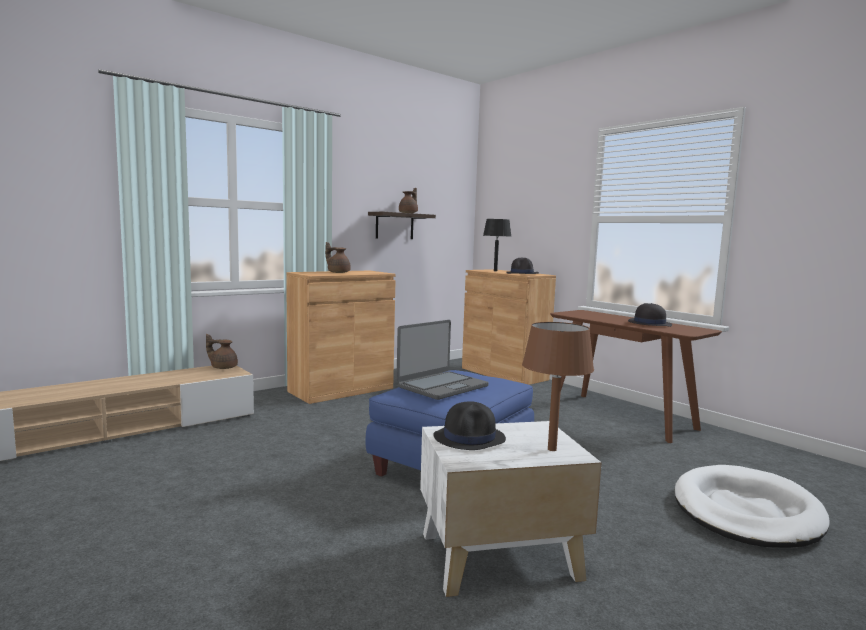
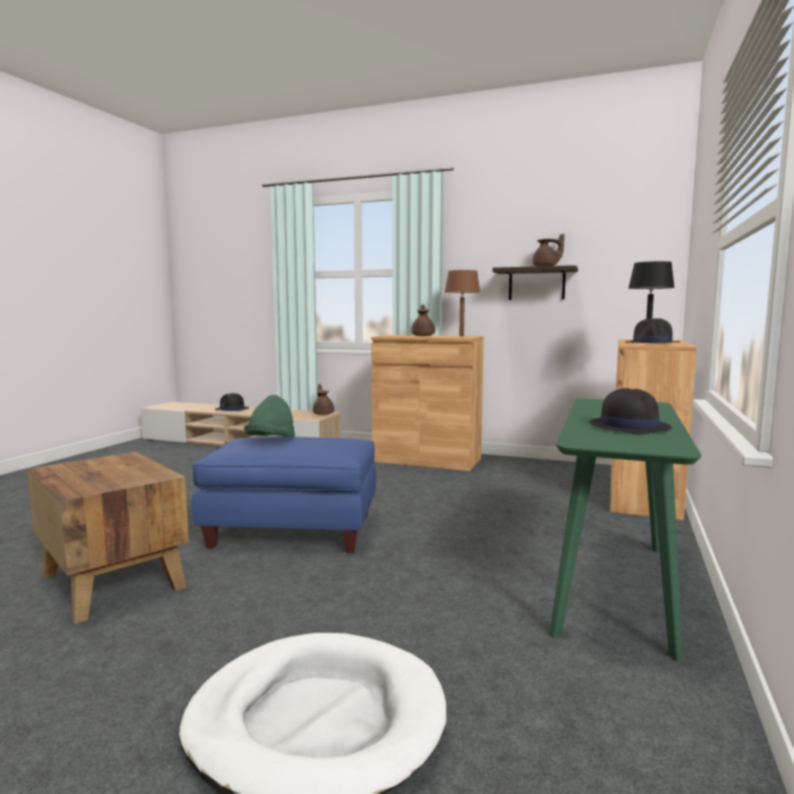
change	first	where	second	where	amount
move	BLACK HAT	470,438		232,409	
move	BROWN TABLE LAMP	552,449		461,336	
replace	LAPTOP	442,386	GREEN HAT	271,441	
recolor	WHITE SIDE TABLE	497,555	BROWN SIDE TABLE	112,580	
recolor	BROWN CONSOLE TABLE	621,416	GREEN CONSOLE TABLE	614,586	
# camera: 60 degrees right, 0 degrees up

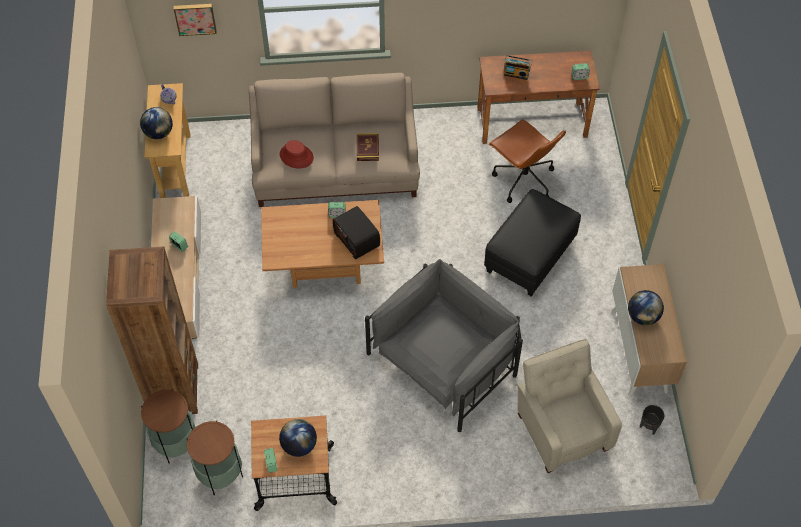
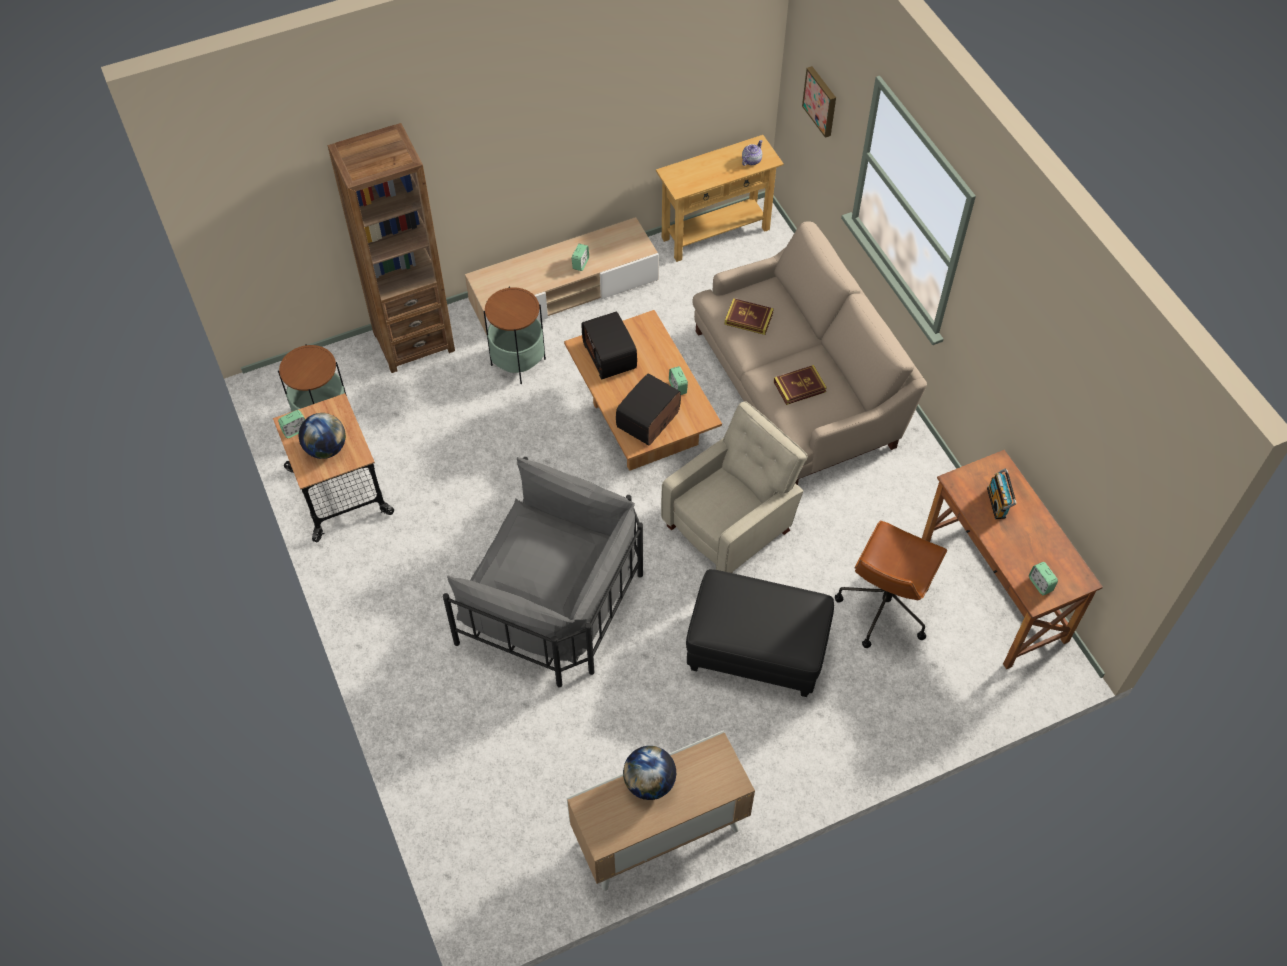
change	first	where	second	where	amount
delete	GLOBE	159,133			
delete	BLACK PLANTER	649,427			
insert			RADIO	611,356	
move	SIDE TABLE	176,442		518,362	
move	BEIGE ARMCHAIR	561,428		732,526	
replace	RED HAT	296,156	BOOK	748,318	
# camera: 70 degrees right, 0 degrees up

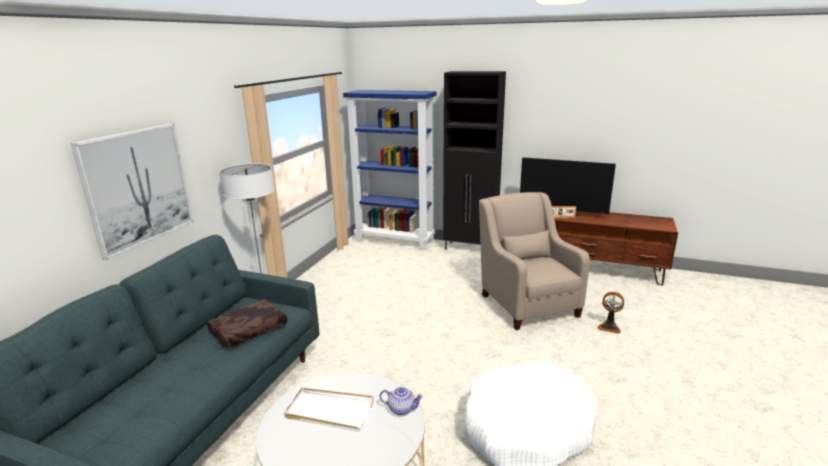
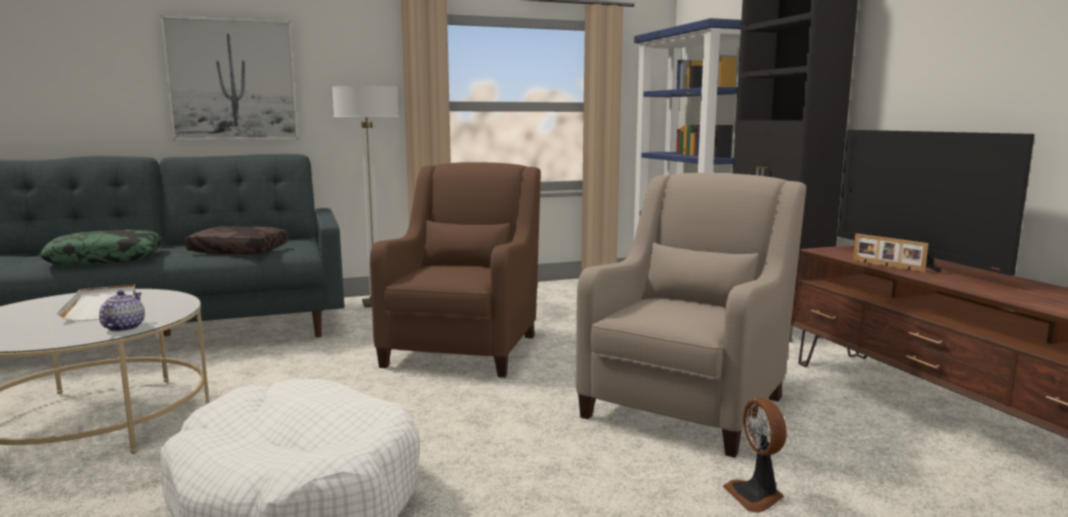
change	first	where	second	where	amount
insert			PILLOW	106,259	
insert			BROWN ARMCHAIR	464,348	
rotate	TEAPOT	402,409		123,328	150 degrees counterclockwise
# camera: 50 degrees right, 10 degrees down

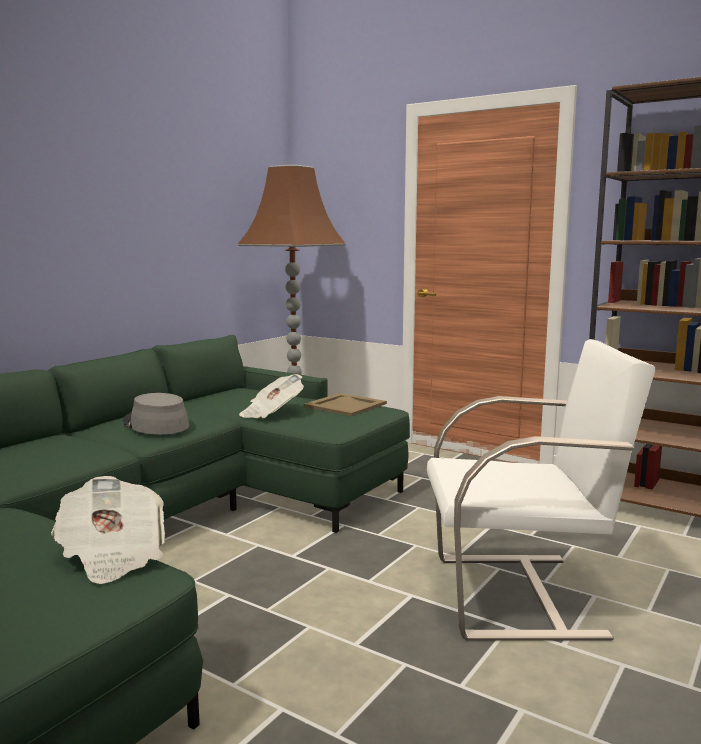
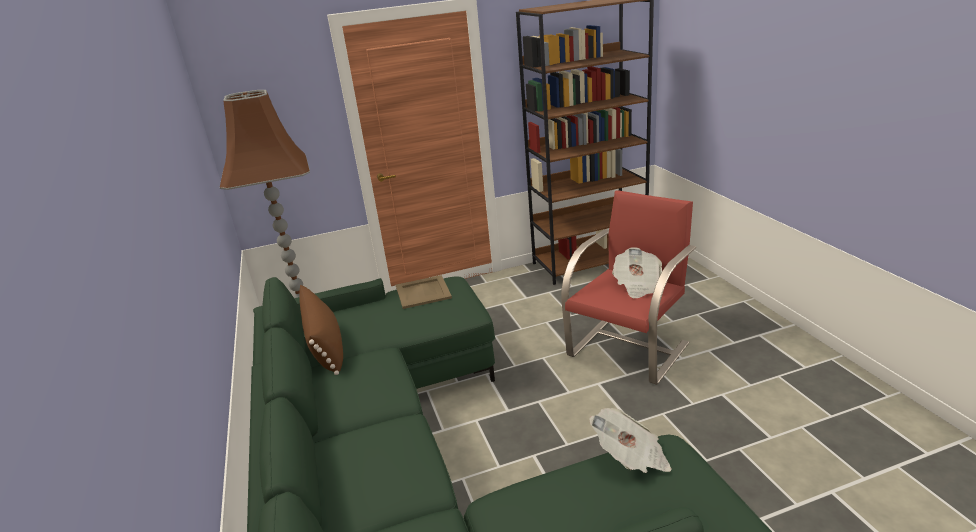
change	first	where	second	where	amount
delete	GREY HAT	155,424			
insert			BROWN PILLOW	326,346	
move	NEWSPAPER	272,413		637,285	
recolor	WHITE ARMCHAIR	519,595	RED ARMCHAIR	628,349	
# camera: 50 degrees left, 15 degrees up

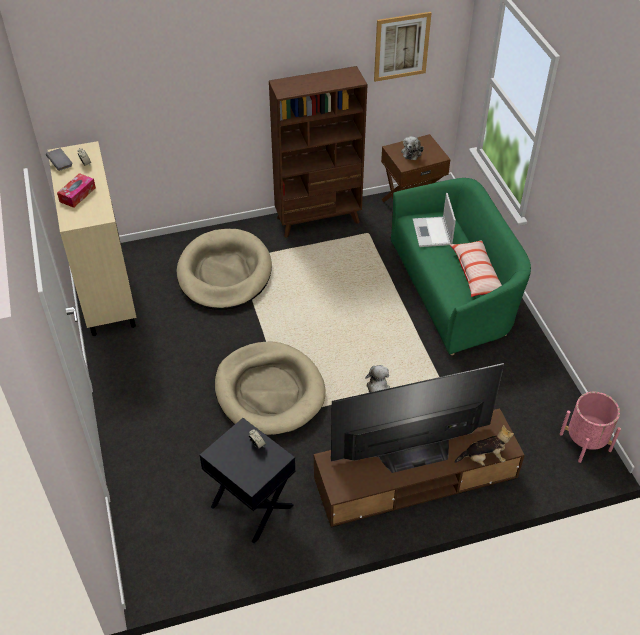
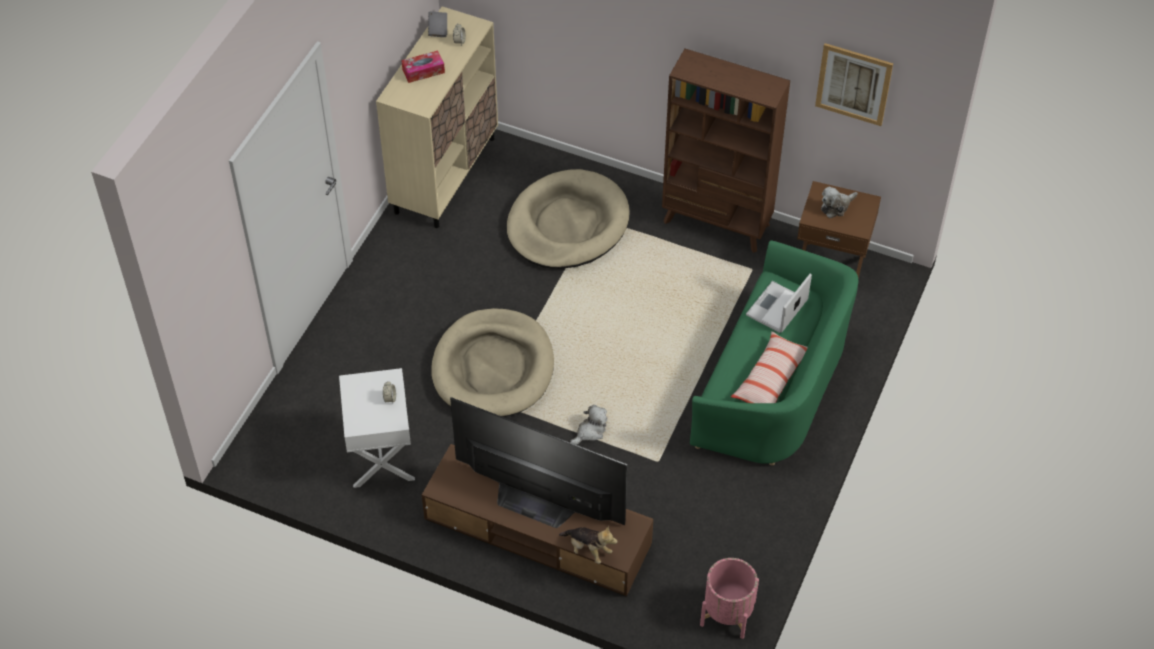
change	first	where	second	where	amount
recolor	BLACK SIDE TABLE	251,506	WHITE SIDE TABLE	380,457	
# camera: 40 degrees right, 5 degrees up

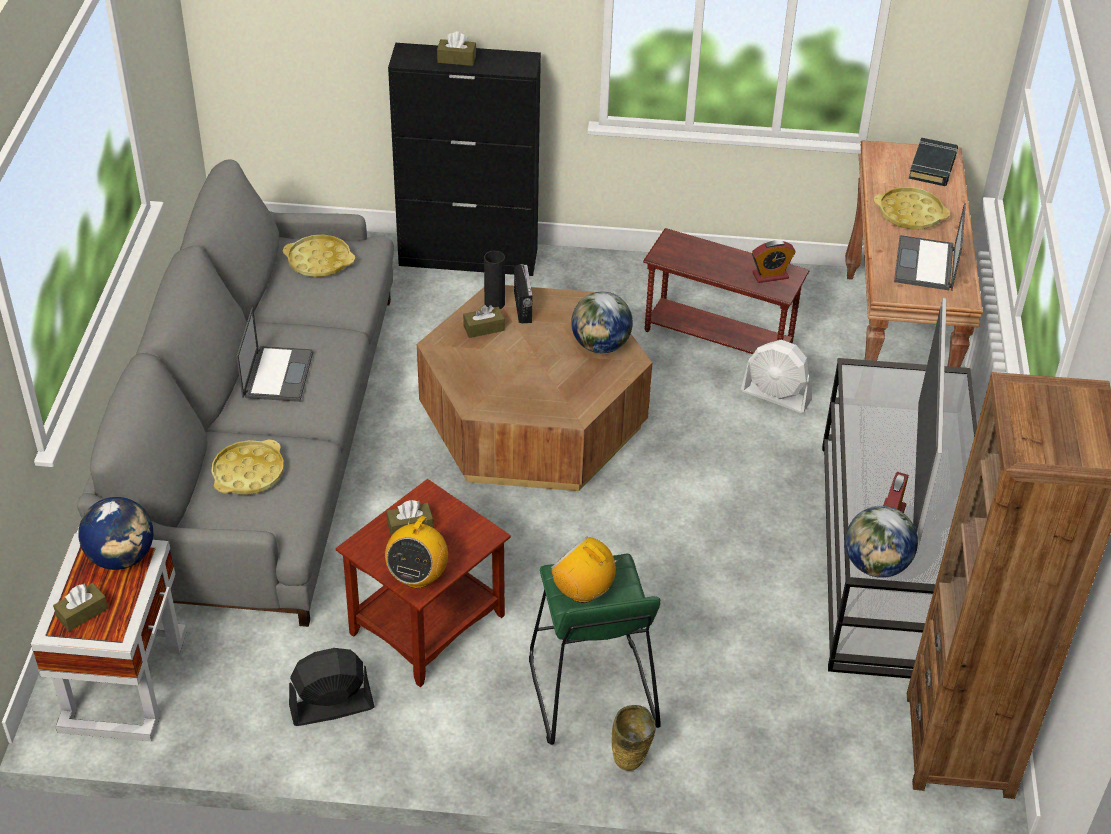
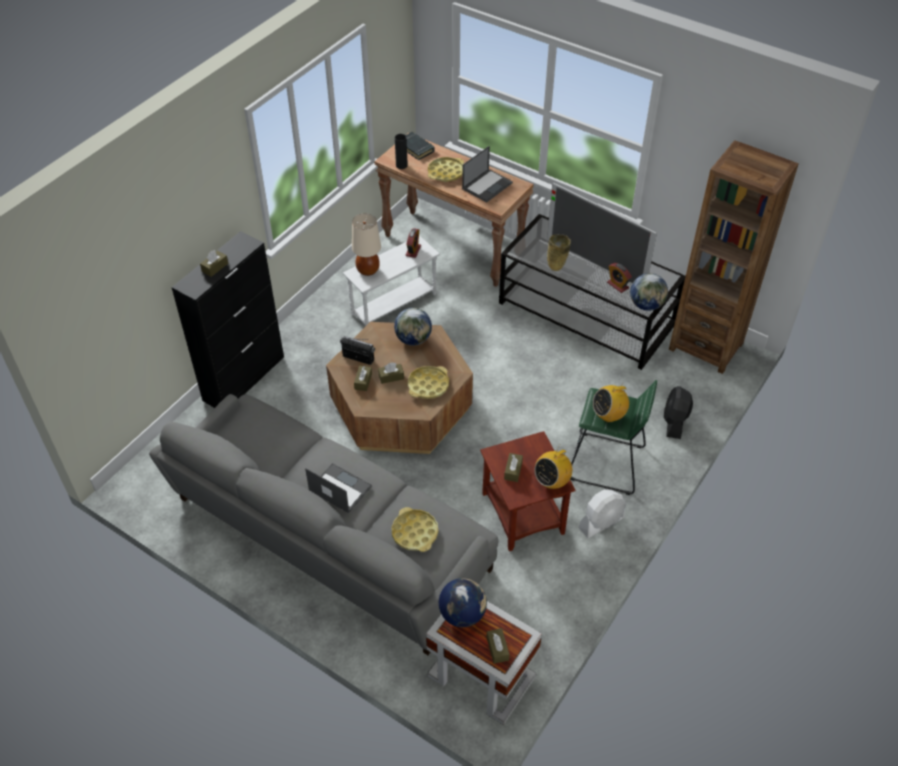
change	first	where	second	where	amount
insert			BEIGE TABLE LAMP	368,270	
insert			BROWN TISSUE BOX	391,377	
move	YELLOW TRAY	319,261		428,385	
move	BLACK FAN	331,707		674,422	
move	BLACK VASE	494,303		401,165	
move	BEIGE VASE	630,764		557,267	
move	WHITE FAN	776,396		601,522	
recolor	BROWN SIDE TABLE	718,337	WHITE SIDE TABLE	393,304	
rotate	RADIO	417,576		552,481	90 degrees clockwise
rotate	LAPTOP	925,264		487,185	90 degrees counterclockwise
# camera: 60 degrees left, 5 degrees up

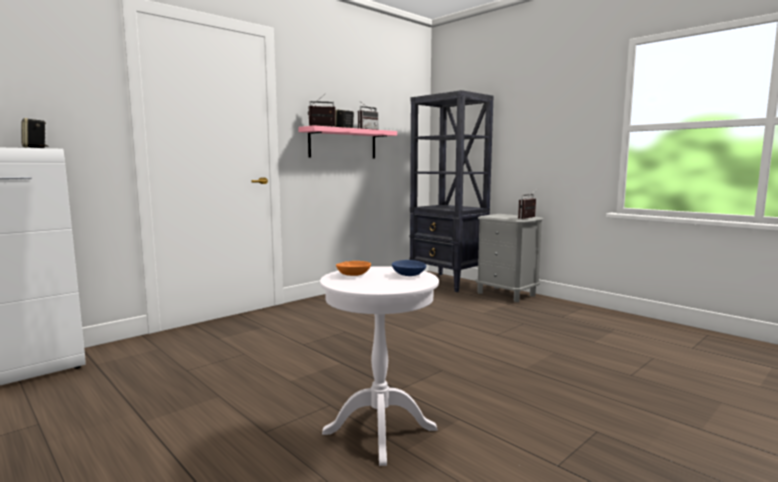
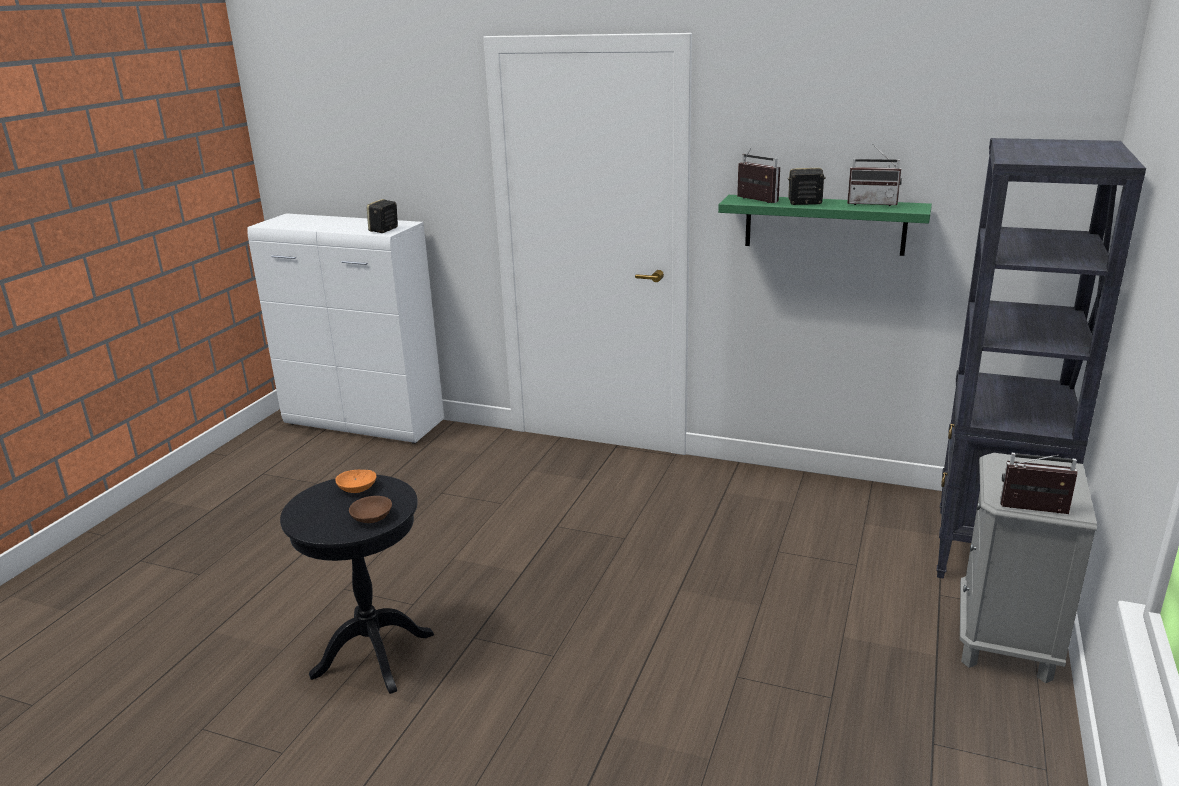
change	first	where	second	where	amount
recolor	PINK SHELF	343,143	GREEN SHELF	824,224	
recolor	WHITE SIDE TABLE	380,430	BLACK SIDE TABLE	373,655	
recolor	BLUE BOWL	407,274	BROWN BOWL	372,517	
# camera: 65 degrees right, 15 degrees up

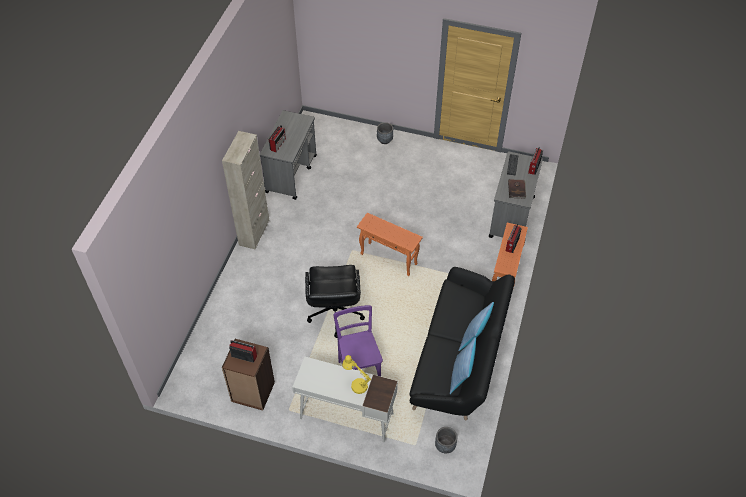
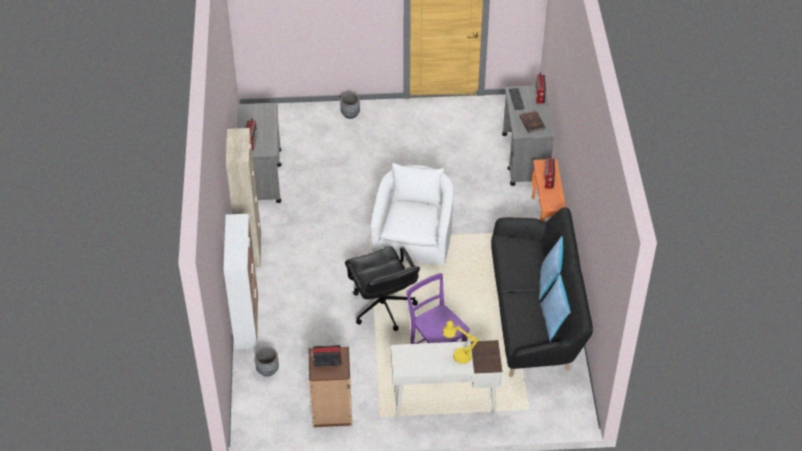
change	first	where	second	where	amount
insert			CABINET	247,320	
move	GREY PLANTER	445,446		267,370	
replace	ORANGE SIDE TABLE	388,259	WHITE ARMCHAIR	414,236	
# camera: 20 degrees left, 5 degrees down

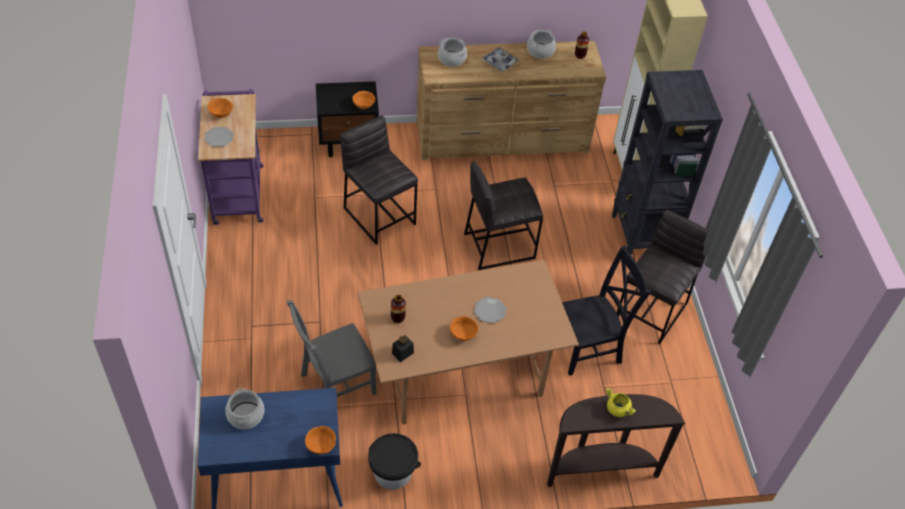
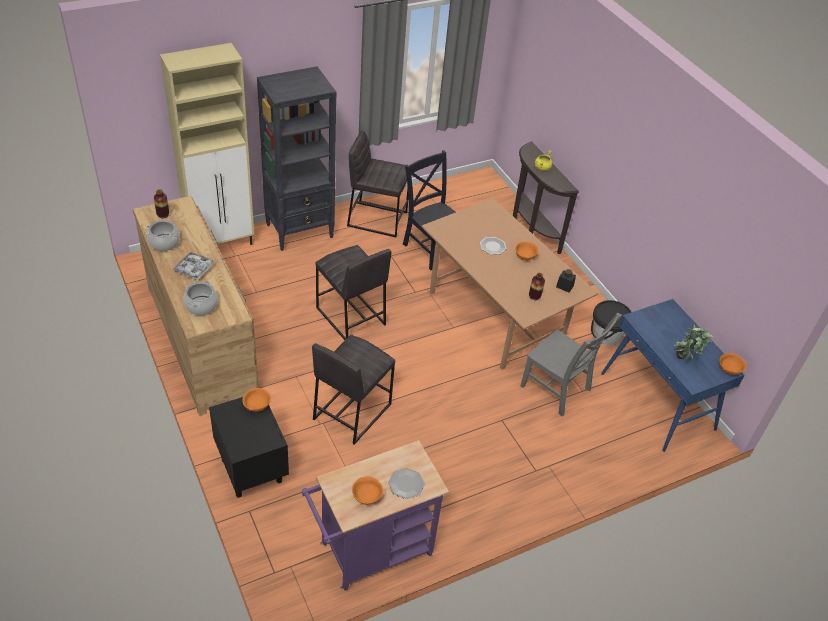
change	first	where	second	where	amount
move	ORANGE BOWL	321,446		729,370	
replace	COOKING POT	245,415	POTTED PLANT	685,360	
# camera: 110 degrees left, 5 degrees down

